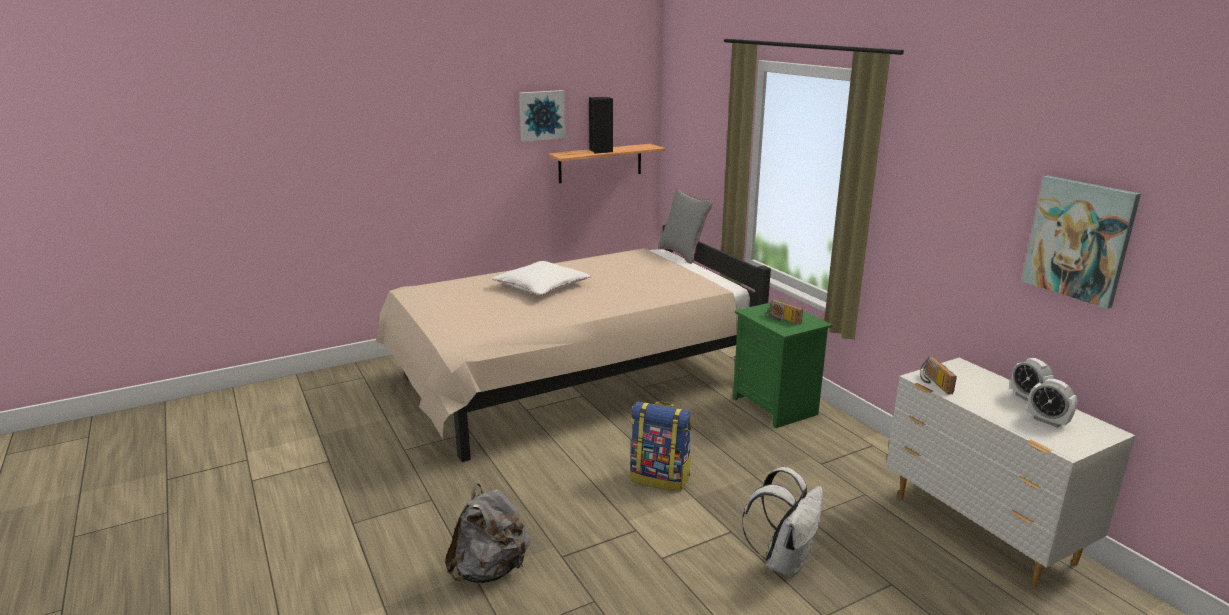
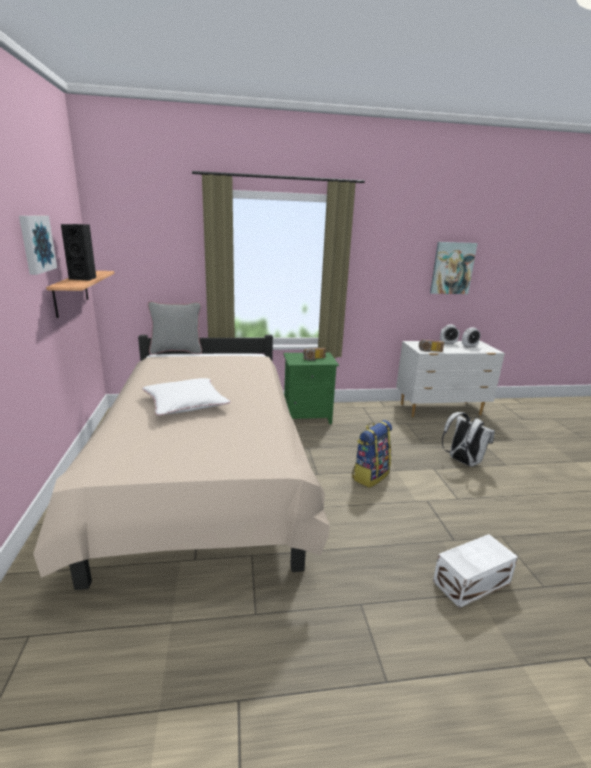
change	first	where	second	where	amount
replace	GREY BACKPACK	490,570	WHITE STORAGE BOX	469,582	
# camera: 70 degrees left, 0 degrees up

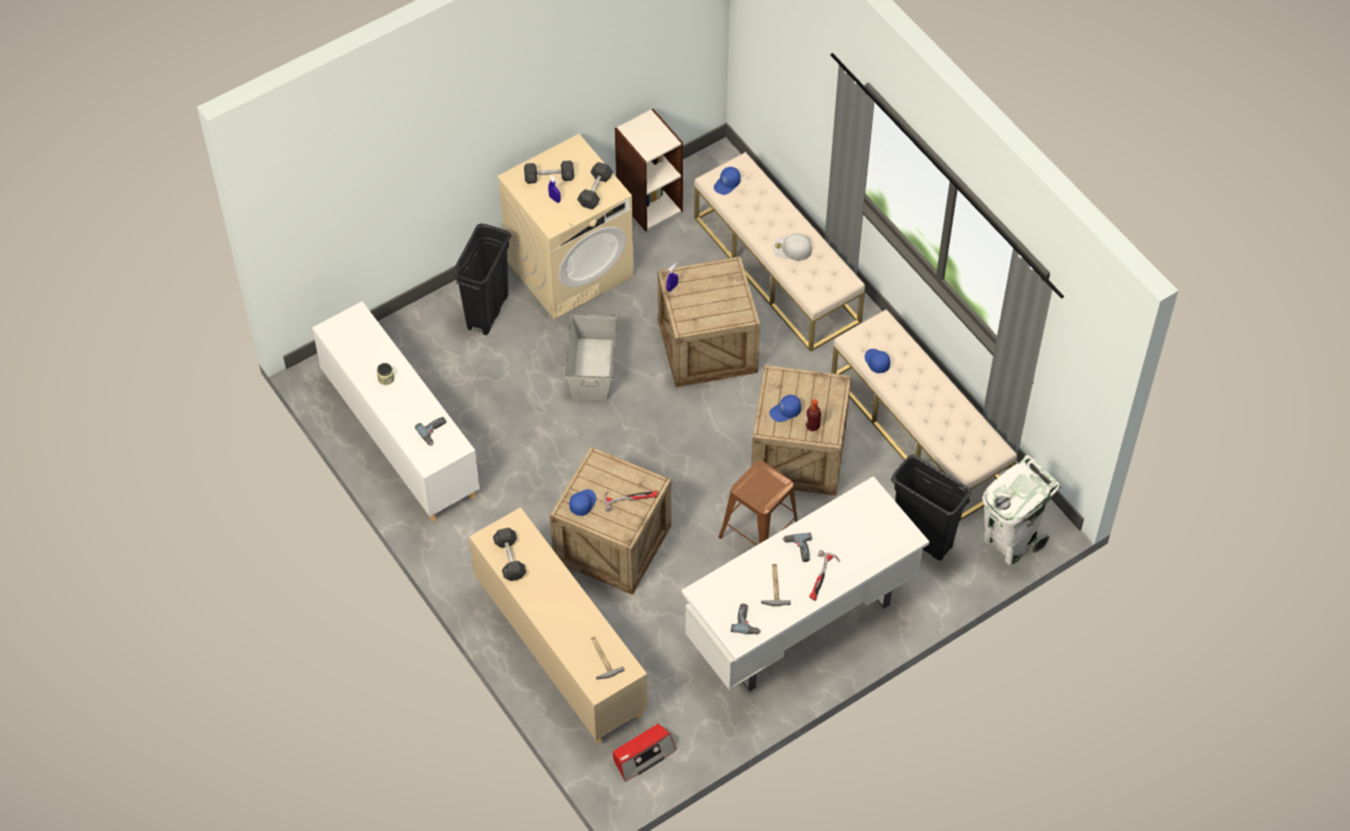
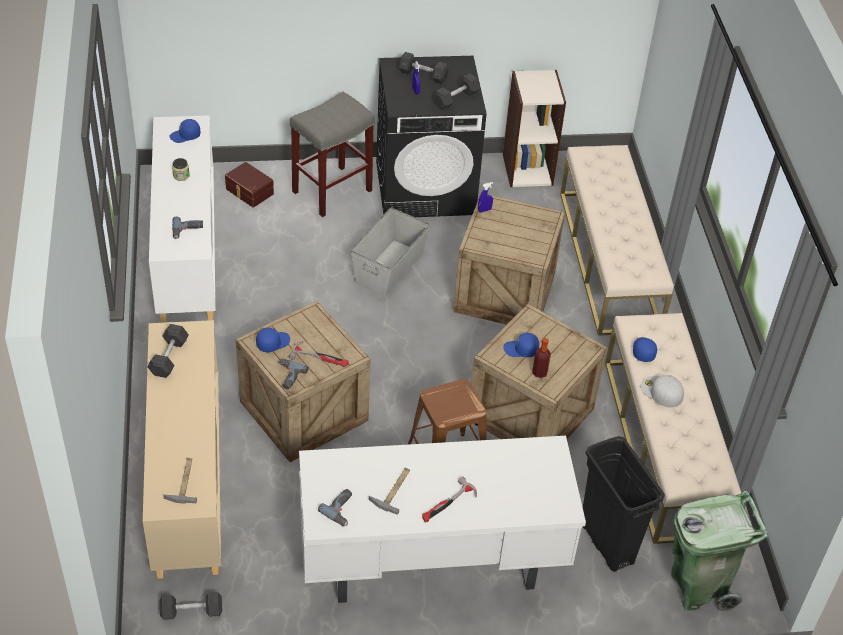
change	first	where	second	where	amount
insert			BROWN STORAGE BOX	249,192	
move	BLUE CAP	727,184		185,136	
move	WHITE CAP	791,249		661,391	
move	POWER DRILL	798,549		287,376	
replace	BLACK TRASH CAN	487,311	GREY STOOL	332,190	
replace	RADIO	643,755	GREY DUMBBELL	191,612	
recolor	BEIGE WASHING MACHINE	570,268	BLACK WASHING MACHINE	426,187	
recolor	WHITE TRASH CAN	1010,541	GREEN TRASH CAN	698,587	
# camera: 25 degrees right, 10 degrees down

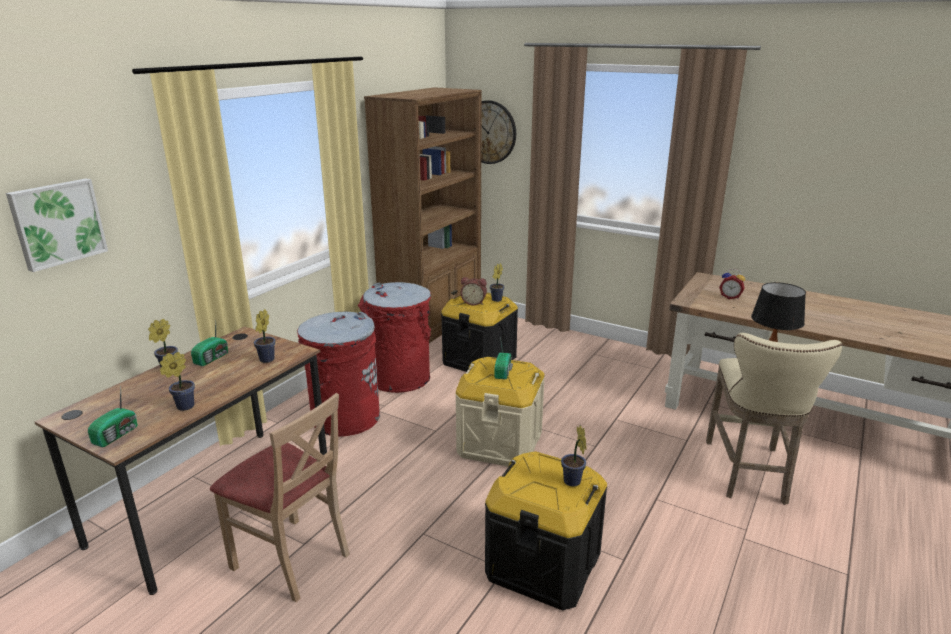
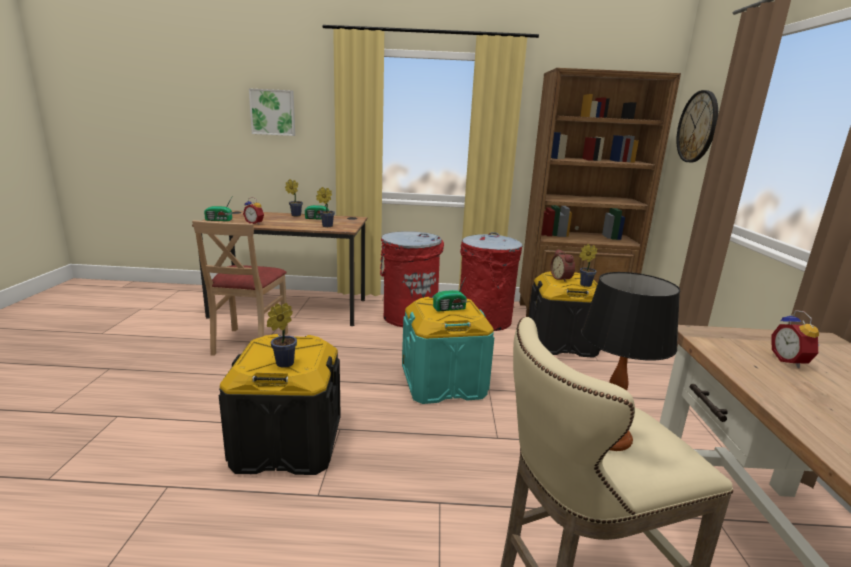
change	first	where	second	where	amount
replace	POTTED PLANT	183,407	ALARM CLOCK	255,223	
recolor	BEIGE STORAGE BOX	500,443	TURQUOISE STORAGE BOX	443,382	
# camera: 60 degrees right, 5 degrees down

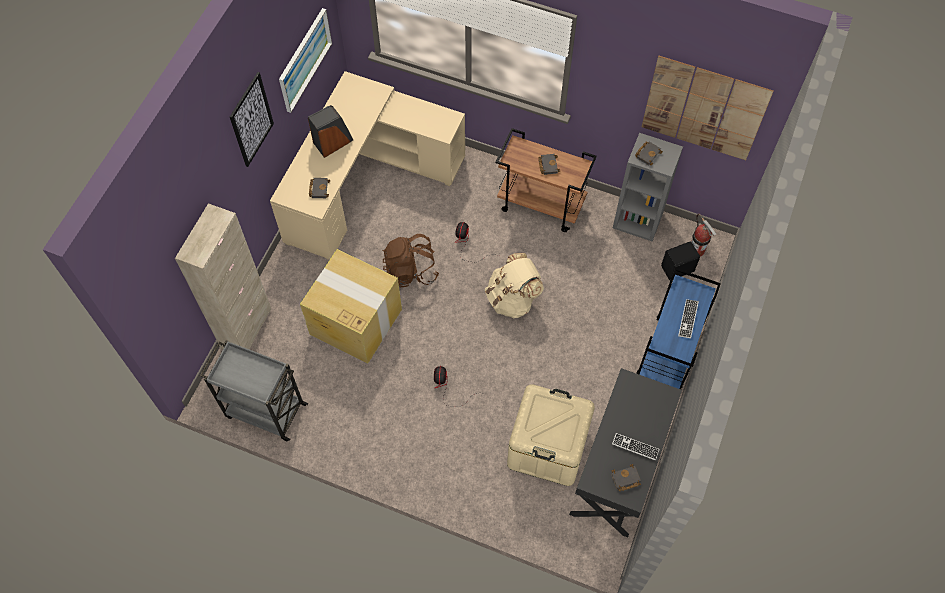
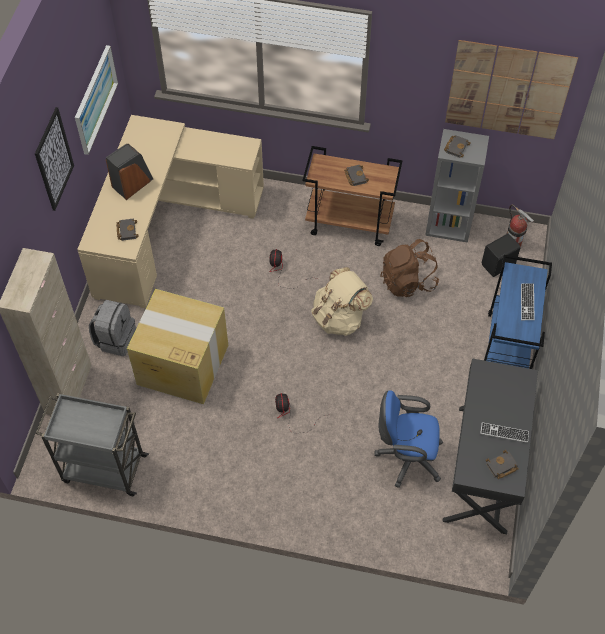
change	first	where	second	where	amount
insert			GREY BACKPACK	115,339	
move	BROWN BACKPACK	411,270		408,281	
replace	BEIGE STORAGE BOX	547,446	BLUE OFFICE CHAIR	406,457	
# camera: 10 degrees left, 5 degrees down

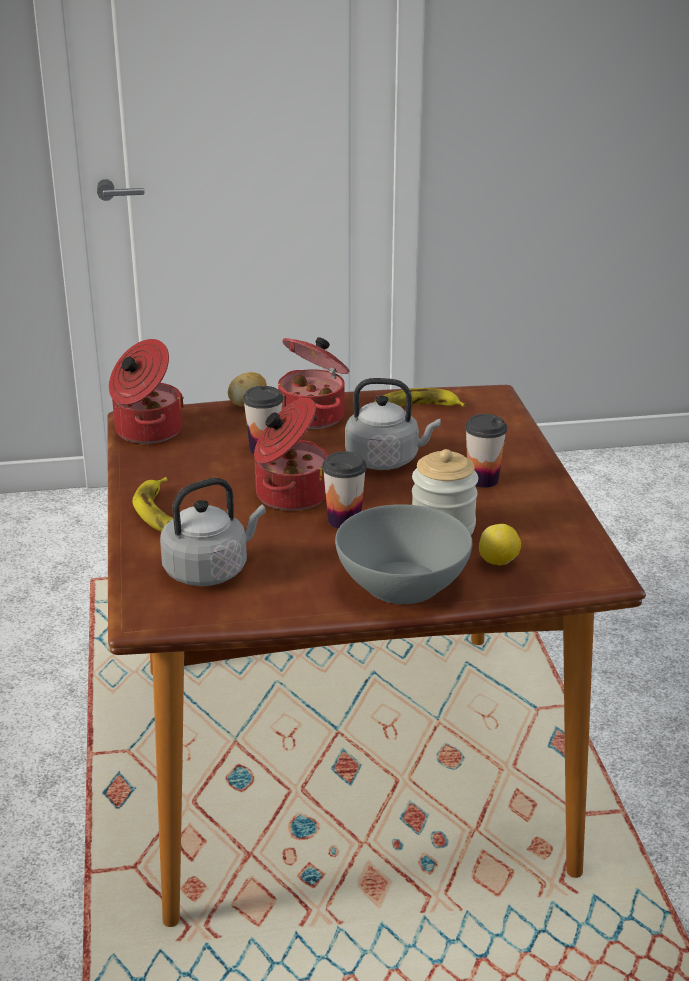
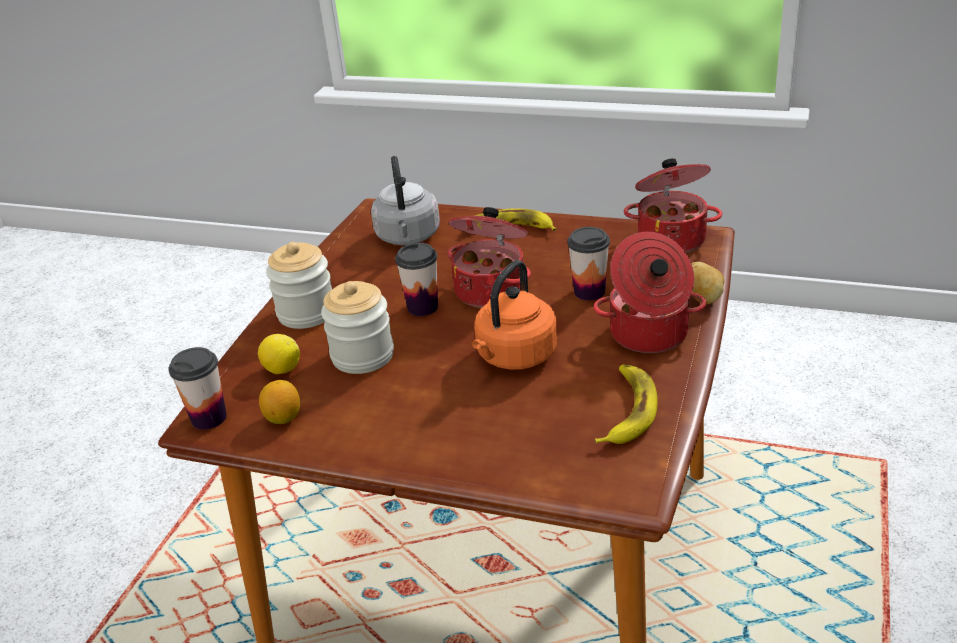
change	first	where	second	where	amount
insert			LEMON	283,418	
move	CUP	483,480		209,418	
replace	GREY BOWL	401,583	JAR	306,313	
recolor	GREY KETTLE	386,460	ORANGE KETTLE	514,357	
# camera: 120 degrees right, 5 degrees up

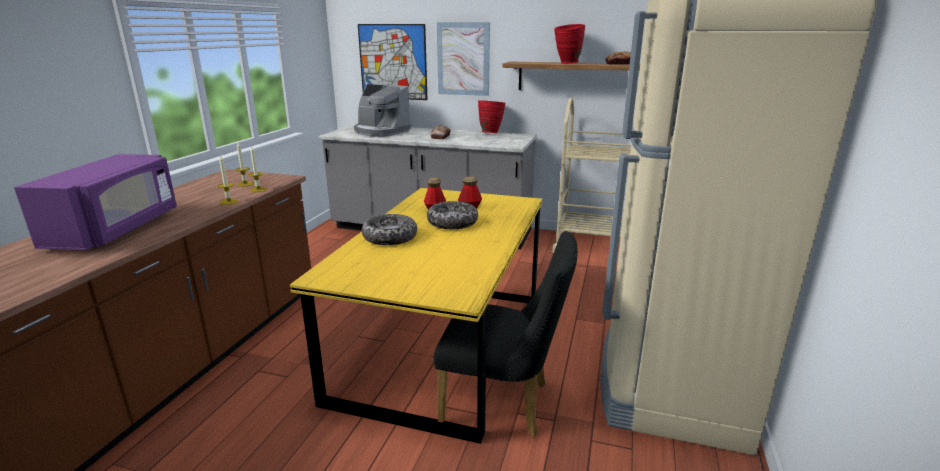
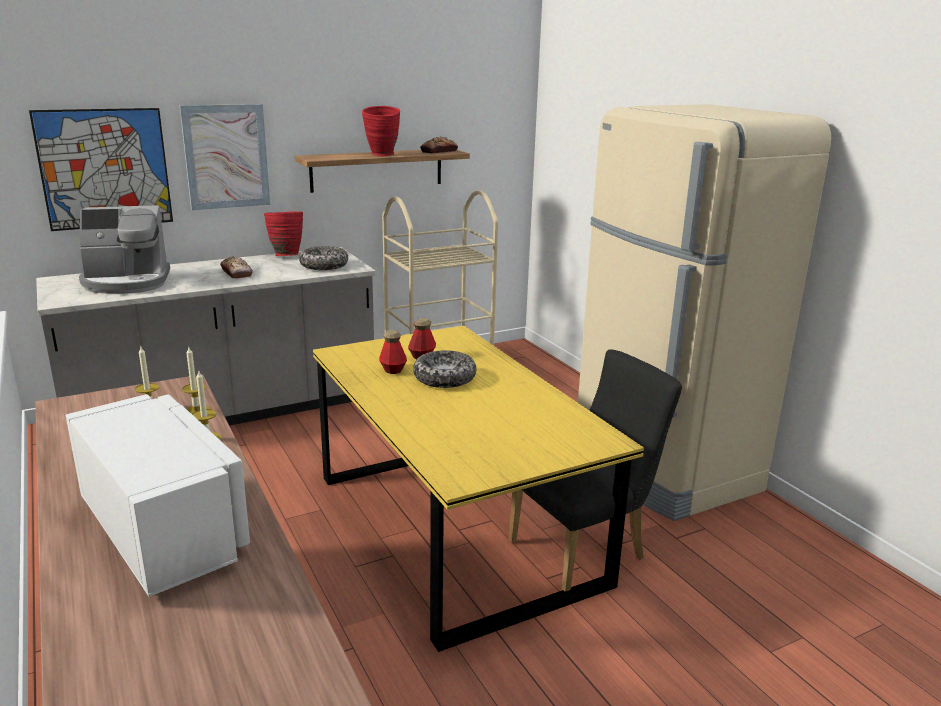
change	first	where	second	where	amount
move	BOWL	390,237		324,266	
recolor	PURPLE MICROWAVE	117,229	WHITE MICROWAVE	163,530	
# camera: 45 degrees left, 0 degrees up

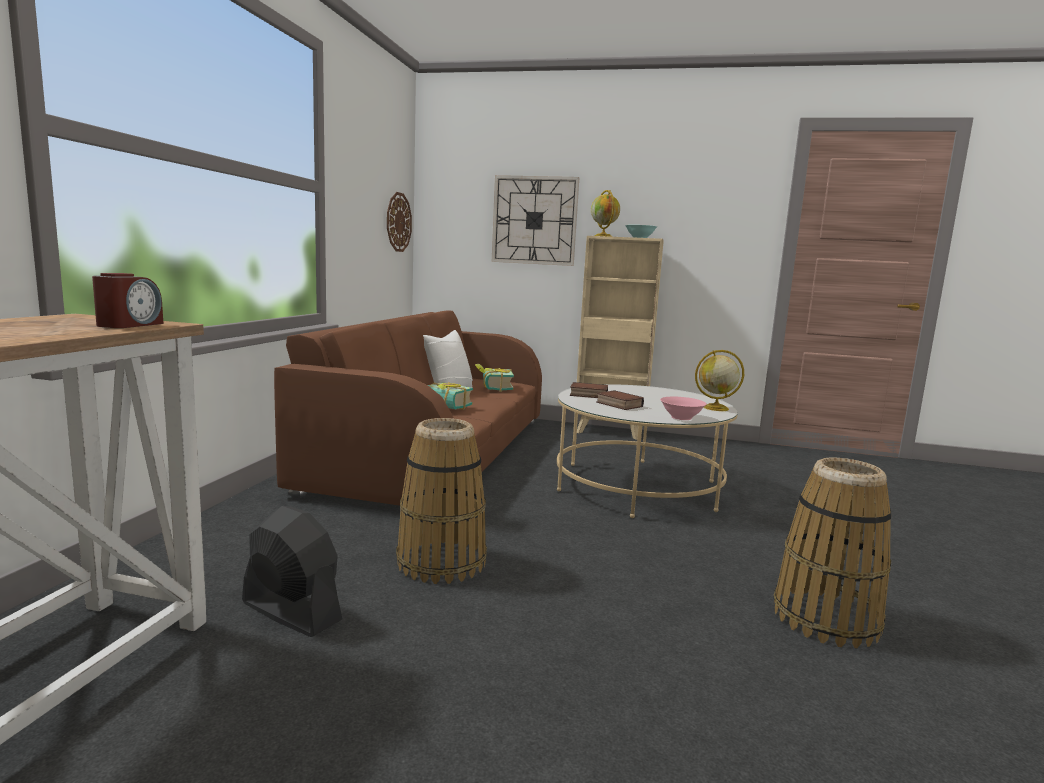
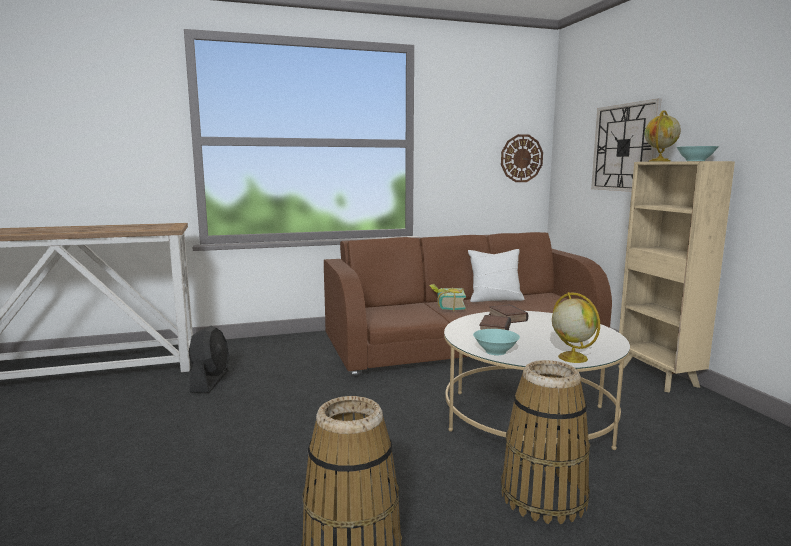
change	first	where	second	where	amount
delete	ALARM CLOCK	129,325			
delete	BOOK	493,388			
move	BASKET	441,561		543,496	
recolor	PINK BOWL	681,417	TURQUOISE BOWL	496,351	
# camera: 60 degrees right, 0 degrees up

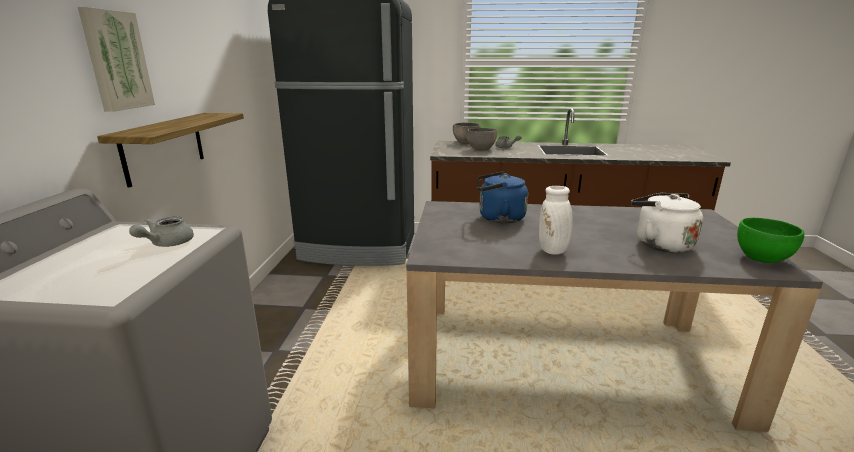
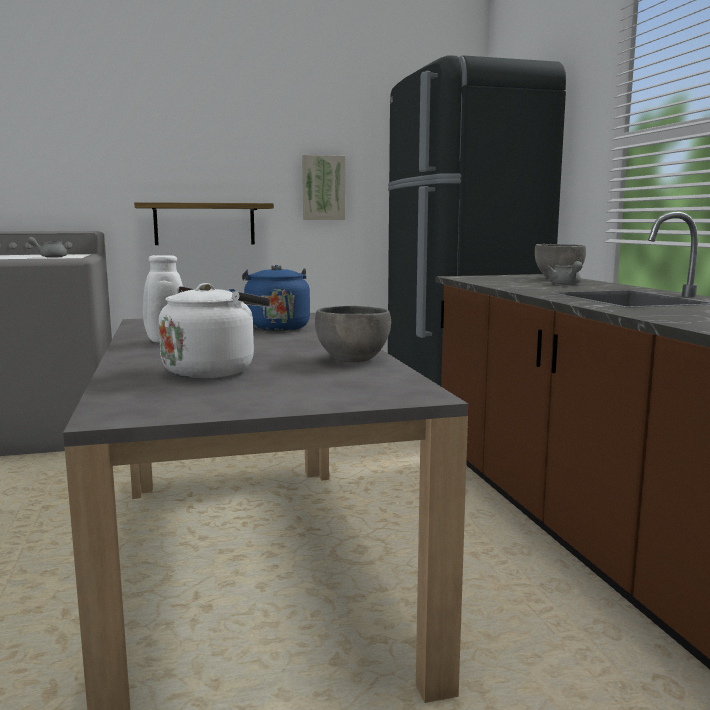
change	first	where	second	where	amount
delete	GREEN BOWL	761,258			
move	PICTURE	116,60		323,188	
move	GREY BOWL	481,149		353,359	
# camera: 70 degrees right, 10 degrees down

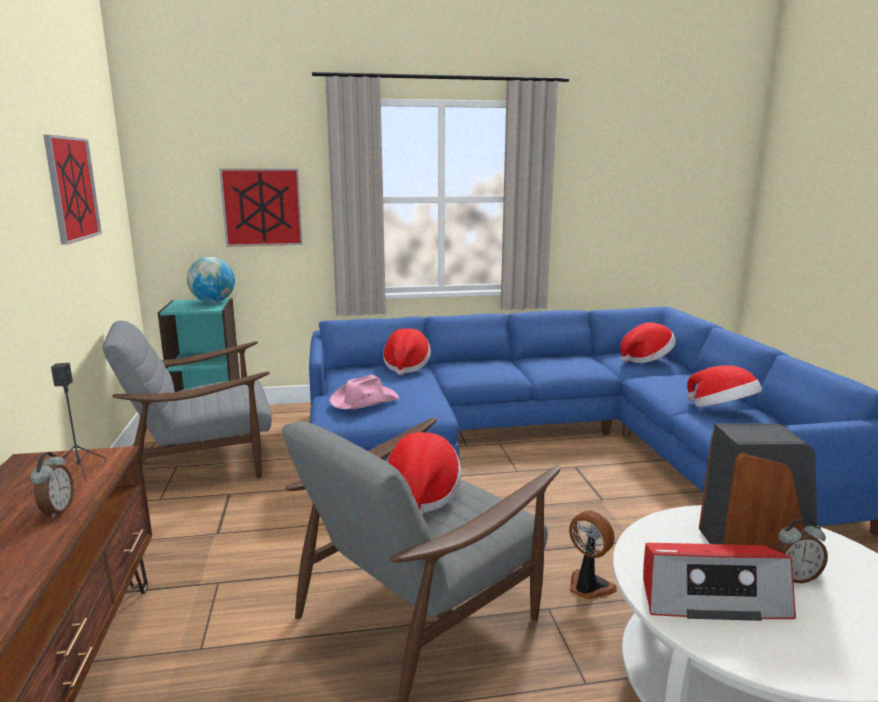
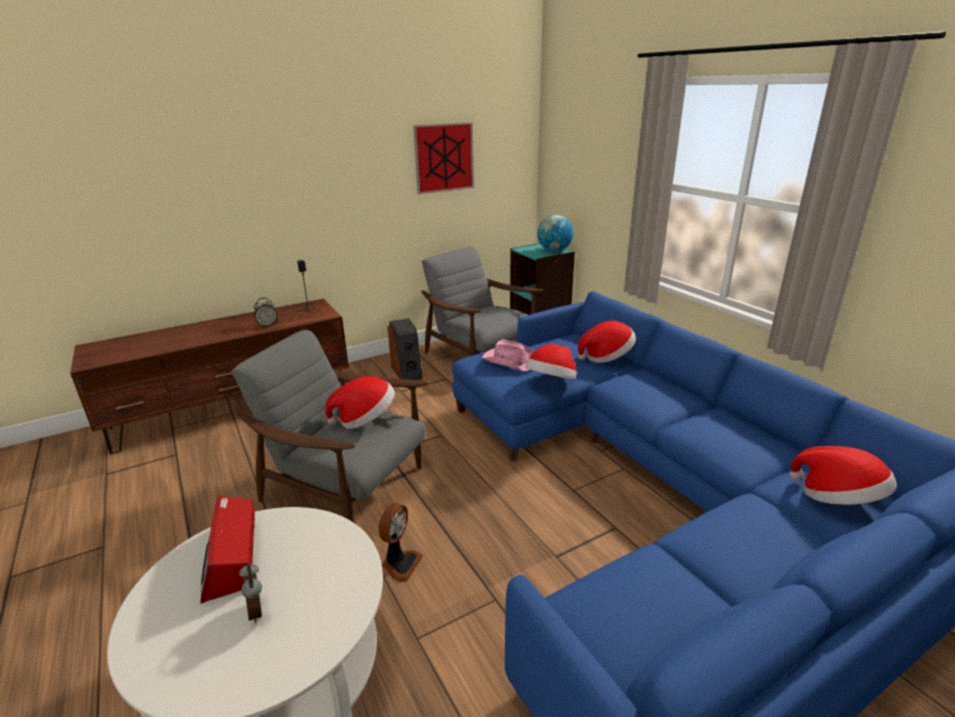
change	first	where	second	where	amount
delete	PICTURE	262,207			
move	HAT	722,410		551,382	
move	SPEAKER	755,544		407,372	
# camera: 70 degrees right, 10 degrees up

